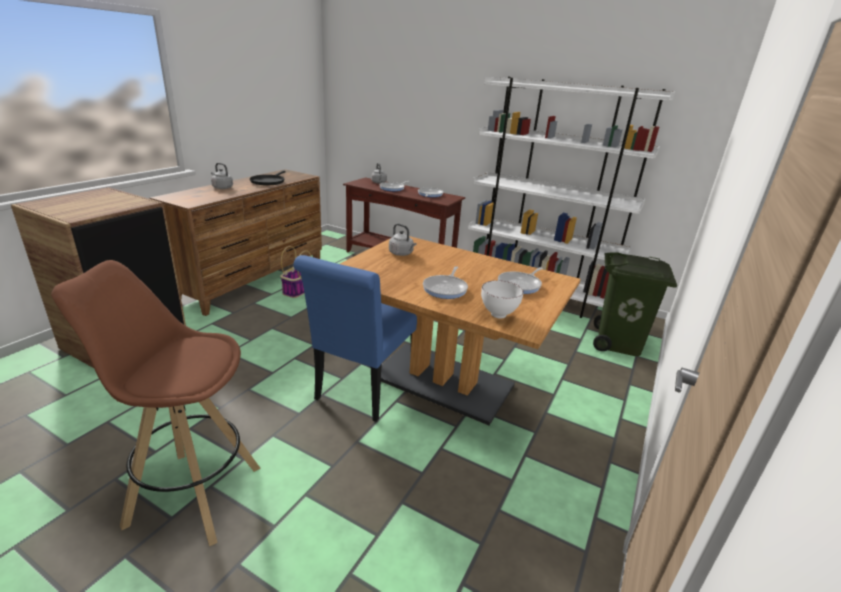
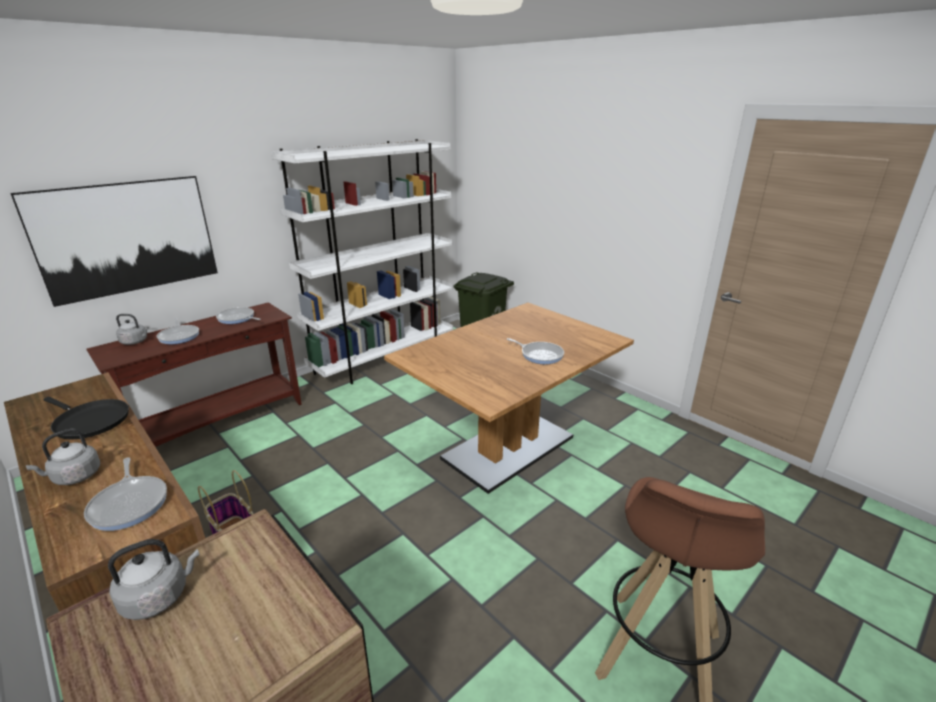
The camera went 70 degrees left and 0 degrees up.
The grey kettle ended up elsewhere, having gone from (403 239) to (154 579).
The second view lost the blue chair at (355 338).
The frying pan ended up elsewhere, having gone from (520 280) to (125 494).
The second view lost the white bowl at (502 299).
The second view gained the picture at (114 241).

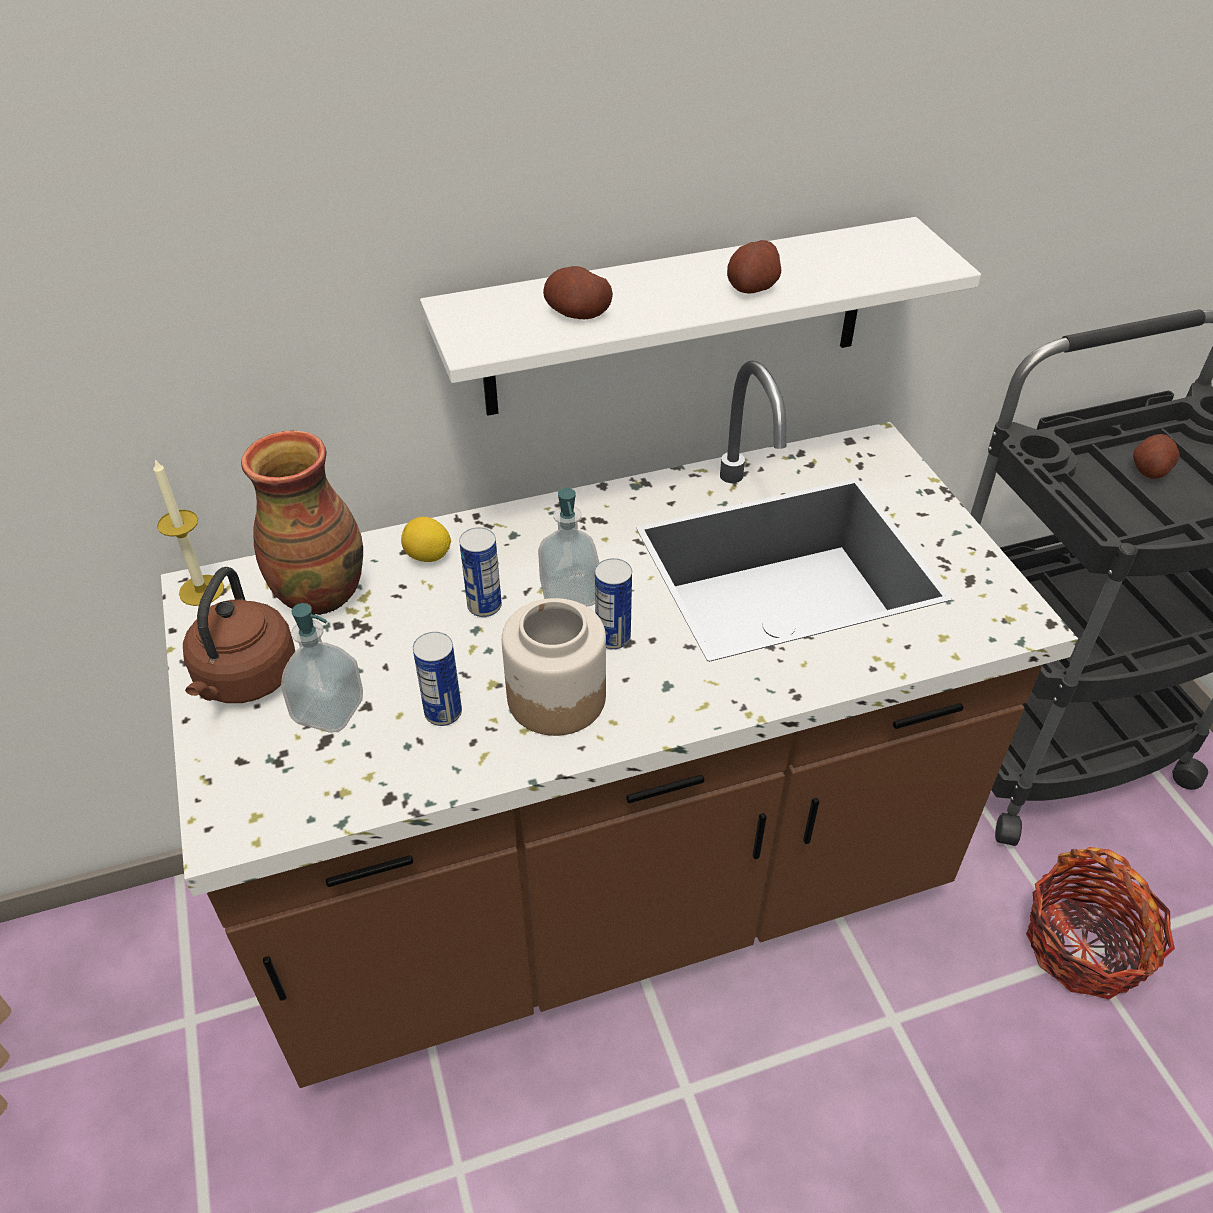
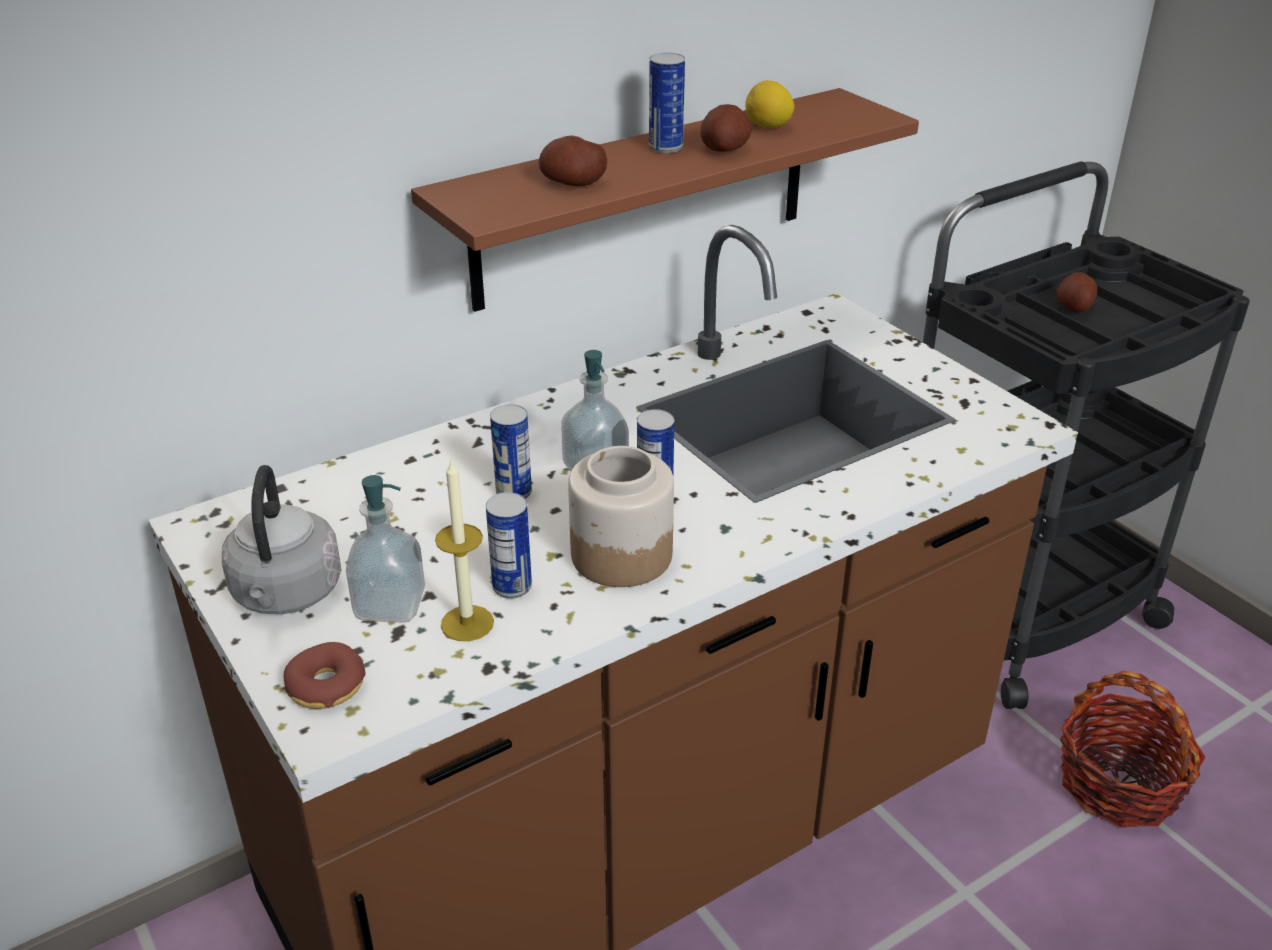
The camera went 15 degrees left and 10 degrees down.
What was the white shelf at (700 316) turned into the brown shelf at (665 200).
The second view lost the vase at (302 522).
The candle ended up elsewhere, having gone from (188 532) to (464 551).
The lemon ended up elsewhere, having gone from (426 539) to (769 104).
What was the brown kettle at (239 635) turned into the grey kettle at (281 539).
The second view gained the can at (667 103).
The second view gained the donut at (325 675).

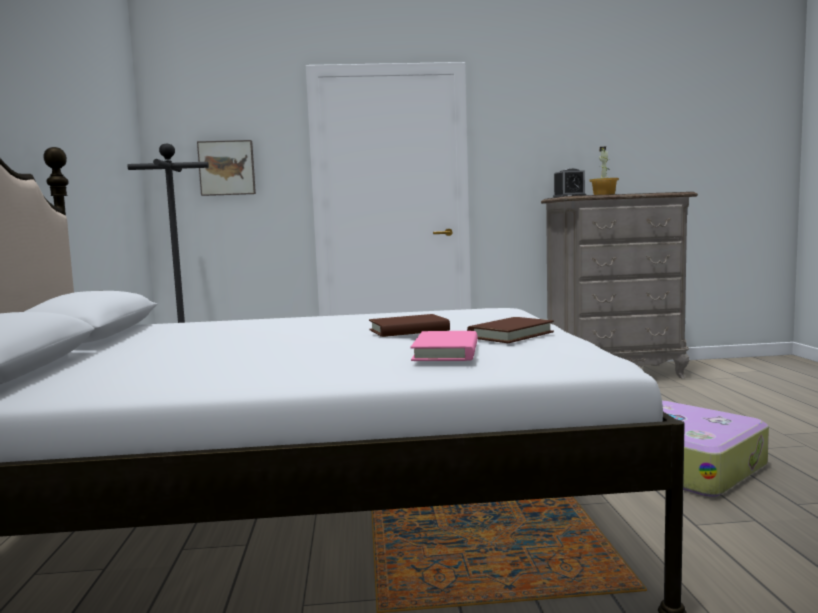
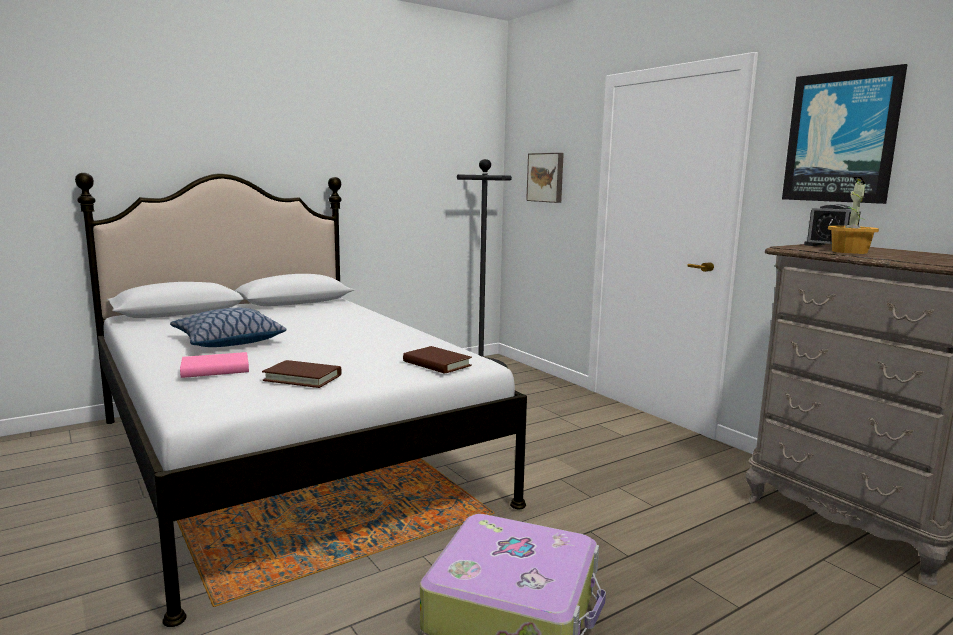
The camera went 60 degrees right and 5 degrees up.
The brown book ended up elsewhere, having gone from (409 325) to (437 360).
The second view gained the picture at (845 134).
The second view gained the pillow at (228 327).

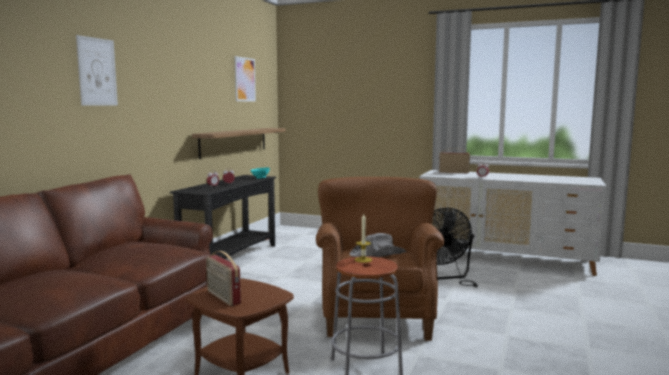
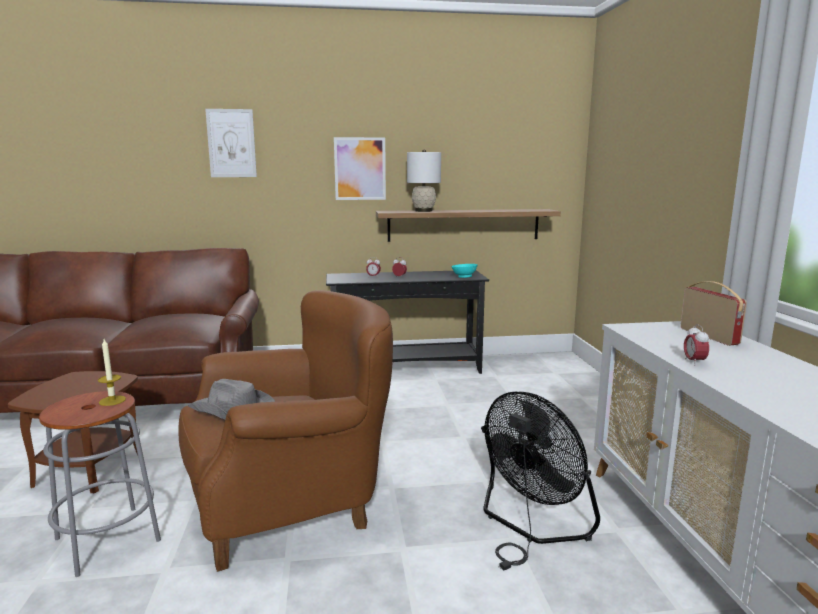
The camera went 60 degrees right and 5 degrees up.
The picture ended up elsewhere, having gone from (245 79) to (360 168).
The second view lost the radio at (223 278).
The second view gained the white table lamp at (424 180).

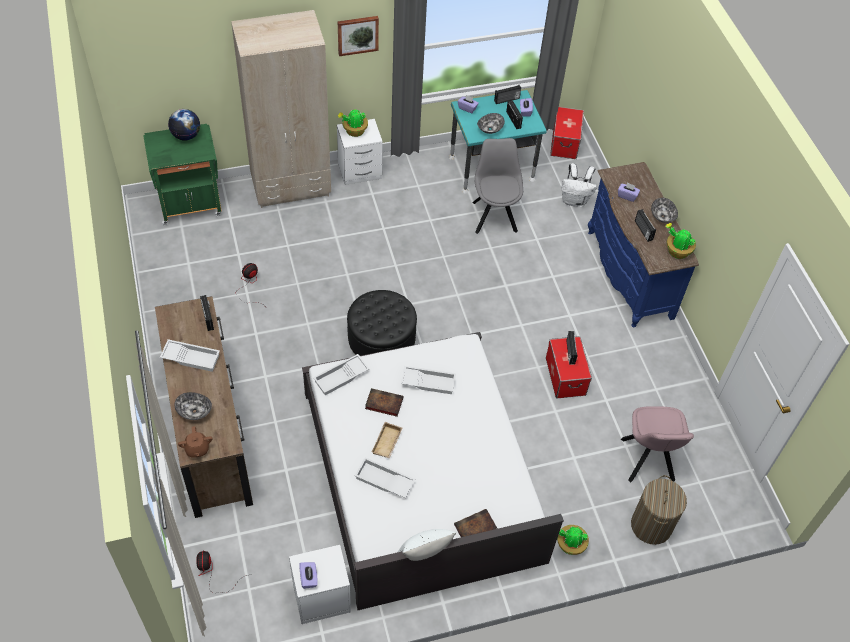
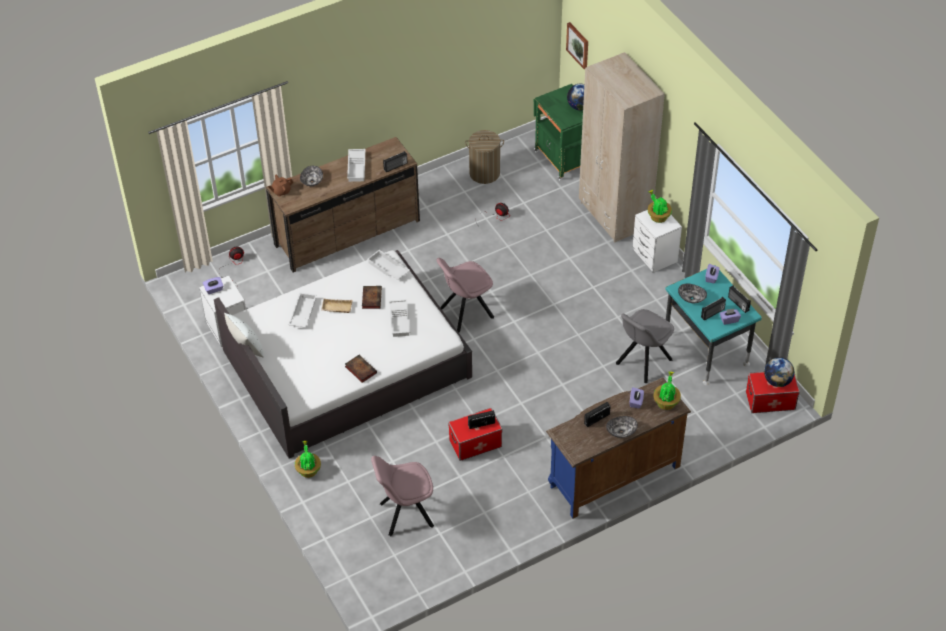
The camera went 80 degrees right and 5 degrees down.
The picture ended up elsewhere, having gone from (358 36) to (577 45).
The grey chair at (497 186) ended up facing another way, 150 degrees clockwise from before.
The second view lost the white backpack at (579 185).
The potted plant ended up elsewhere, having gone from (681 241) to (667 390).
Where the black ottoman stood at (382 323), the pink chair came to stand at (465 295).
The laundry basket ended up elsewhere, having gone from (659 510) to (484 157).
The book ended up elsewhere, having gone from (475 523) to (361 369).
The second view gained the globe at (779 372).

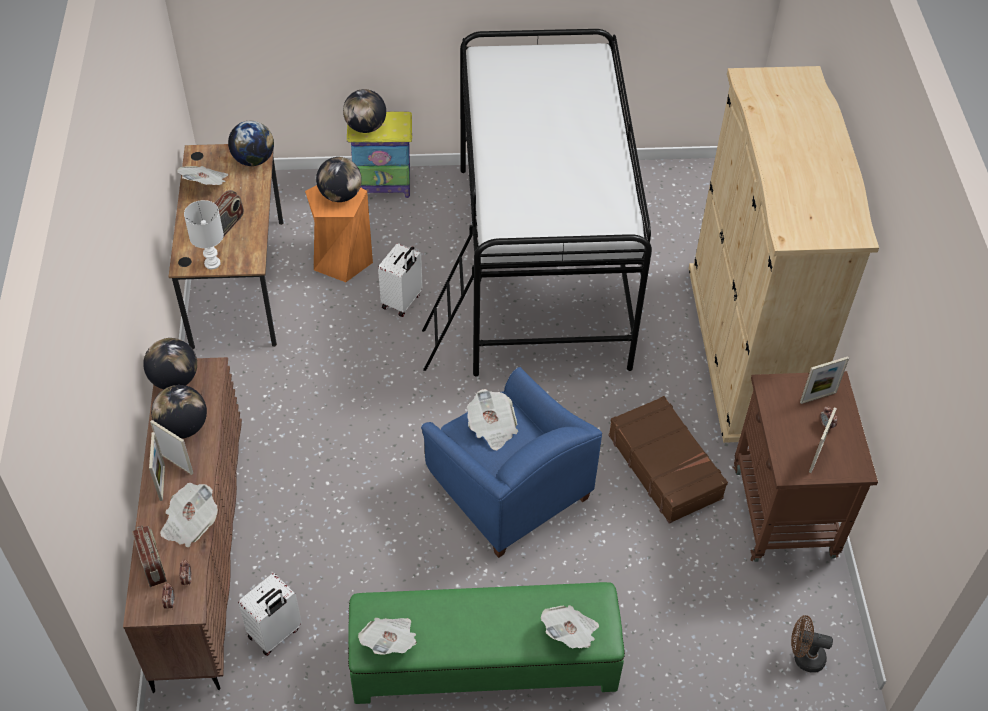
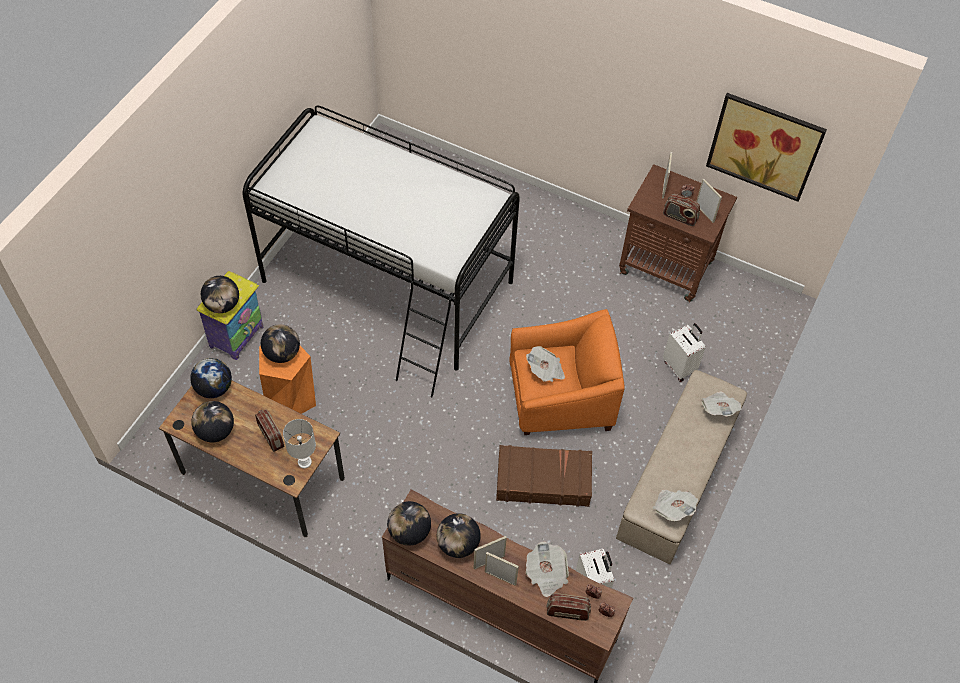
The camera went 60 degrees left and 5 degrees up.
The second view lost the beige wardrobe at (783 254).
Where the newspaper stood at (202 175), the globe came to stand at (212 421).
The white suitcase ended up elsewhere, having gone from (400 280) to (684 352).
What was the blue armchair at (511 462) turned into the orange armchair at (567 372).
The brown suitcase ended up elsewhere, having gone from (668 460) to (544 476).
What was the green bench at (486 643) turned into the beige bench at (681 467).
The second view lost the brown fan at (812 644).
The second view gained the picture at (766 147).
The second view gained the radio at (681 210).

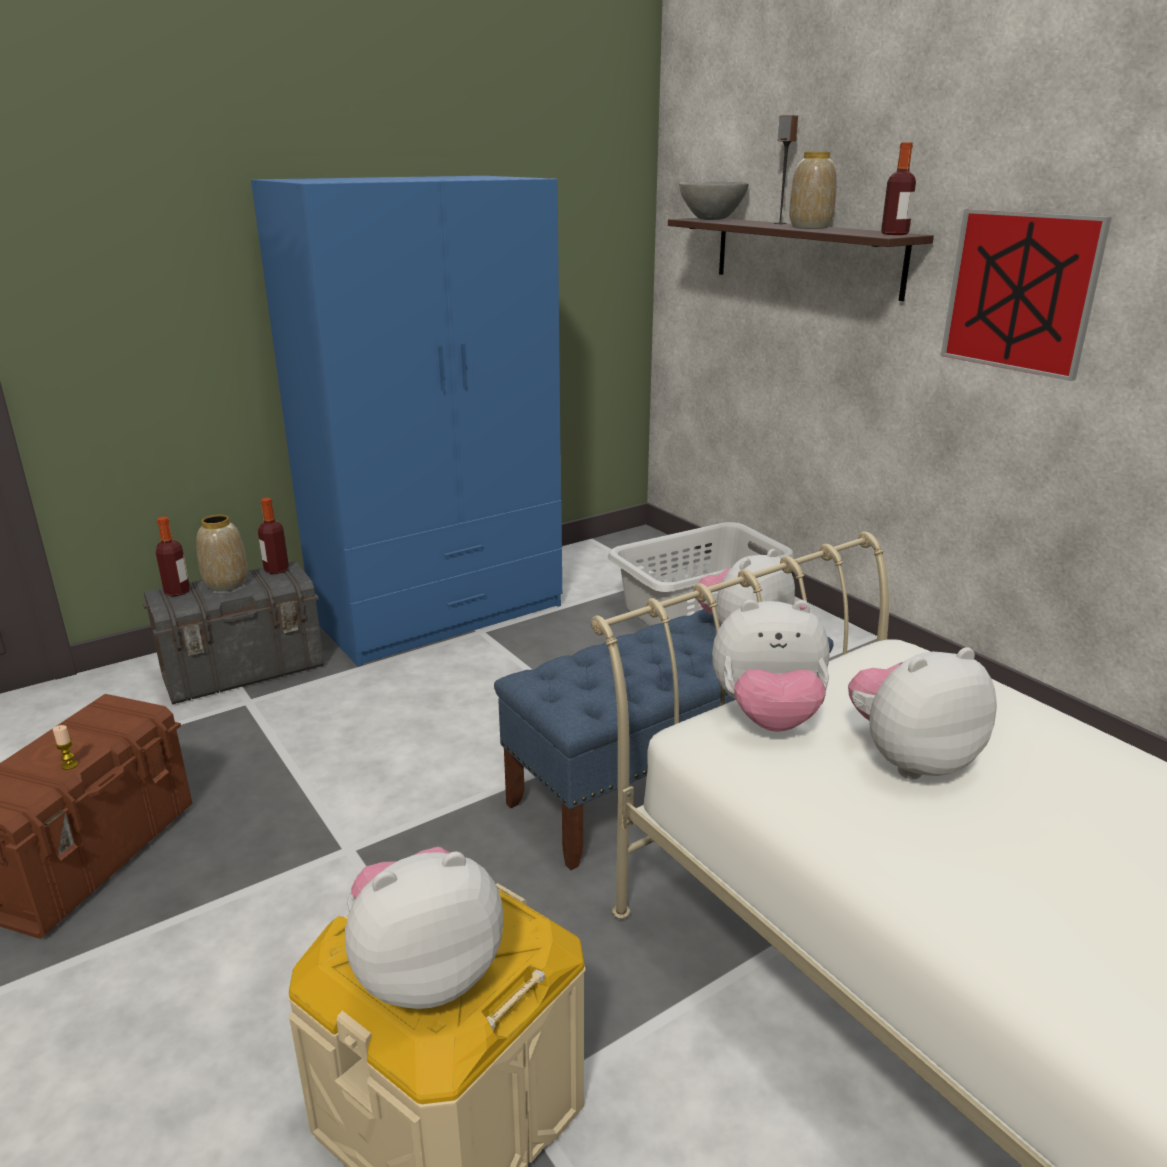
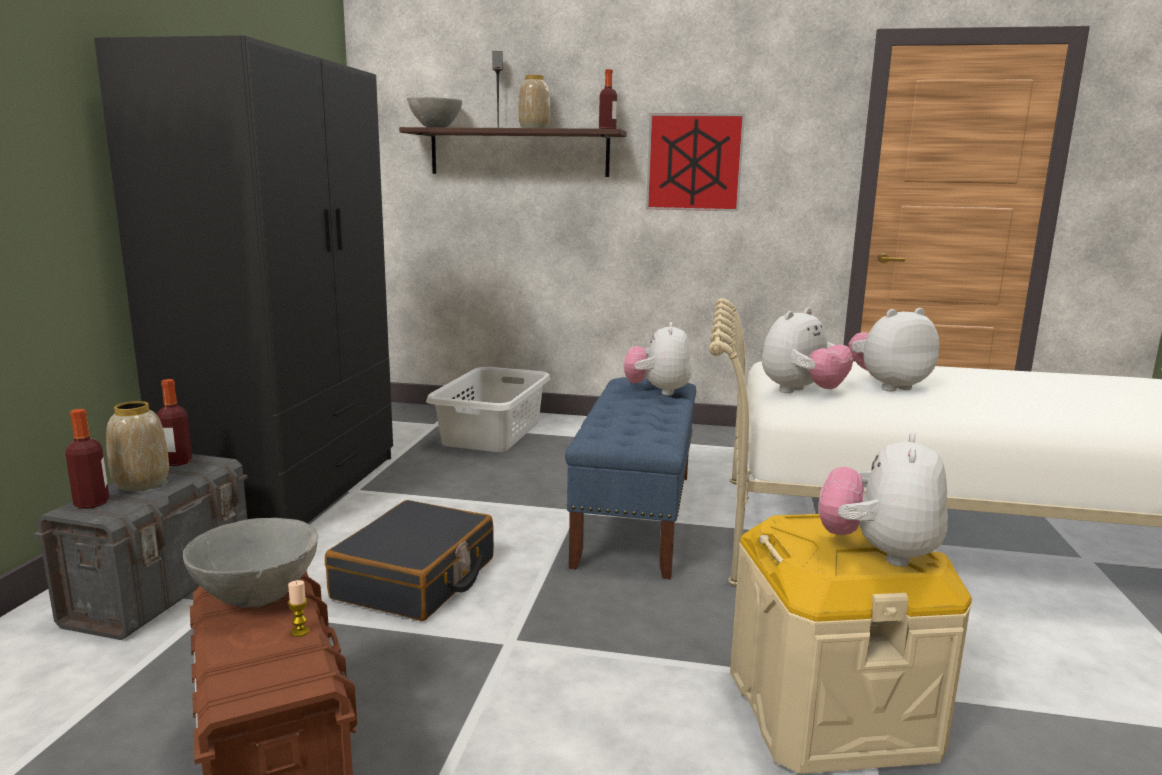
The camera went 45 degrees left and 10 degrees down.
What was the blue wardrobe at (406 421) turned into the black wardrobe at (243 279).
The plush toy at (922 713) ended up facing another way, 45 degrees clockwise from before.
The second view gained the black suitcase at (409 560).
The second view gained the grey bowl at (250 563).

